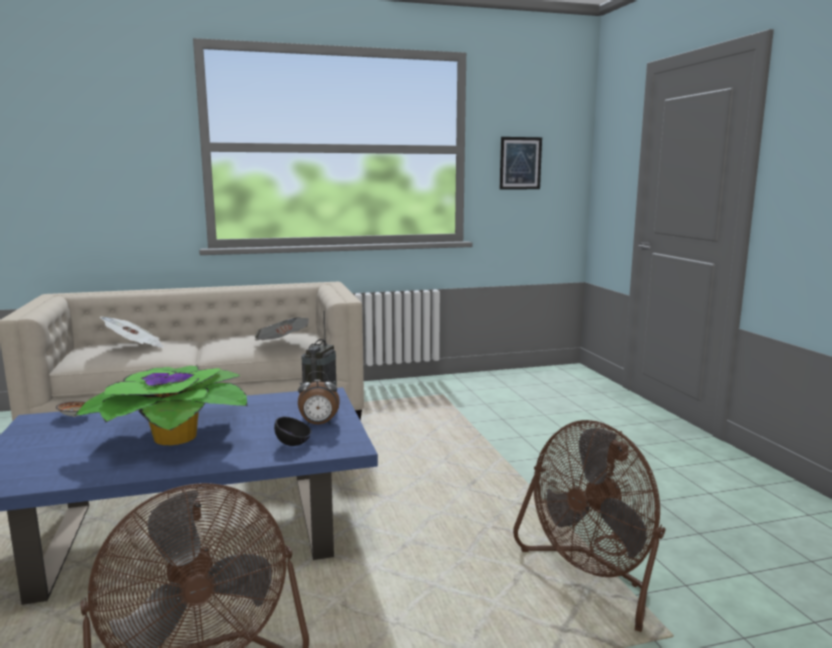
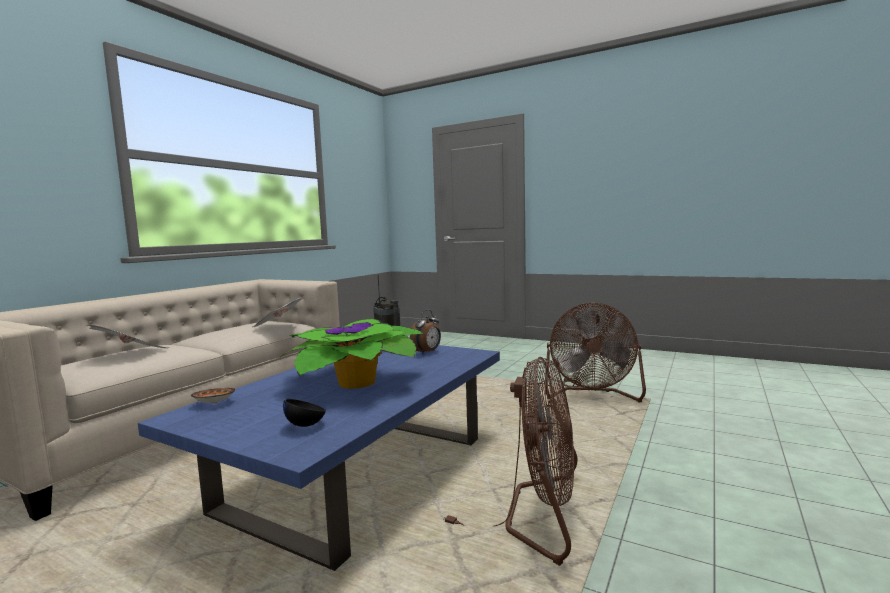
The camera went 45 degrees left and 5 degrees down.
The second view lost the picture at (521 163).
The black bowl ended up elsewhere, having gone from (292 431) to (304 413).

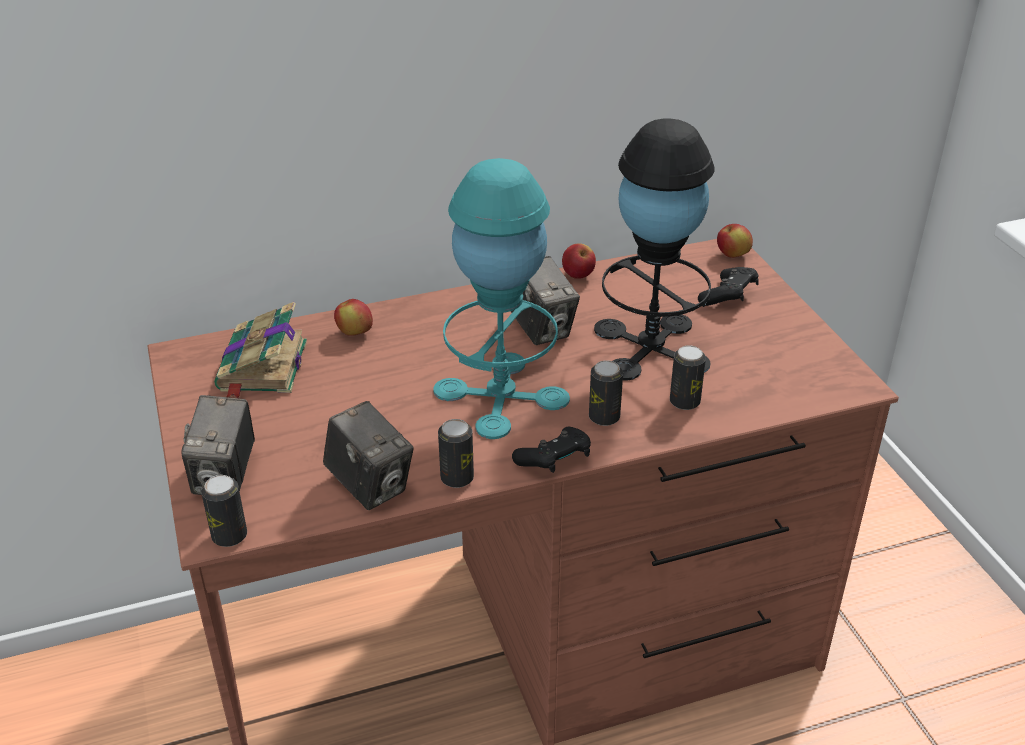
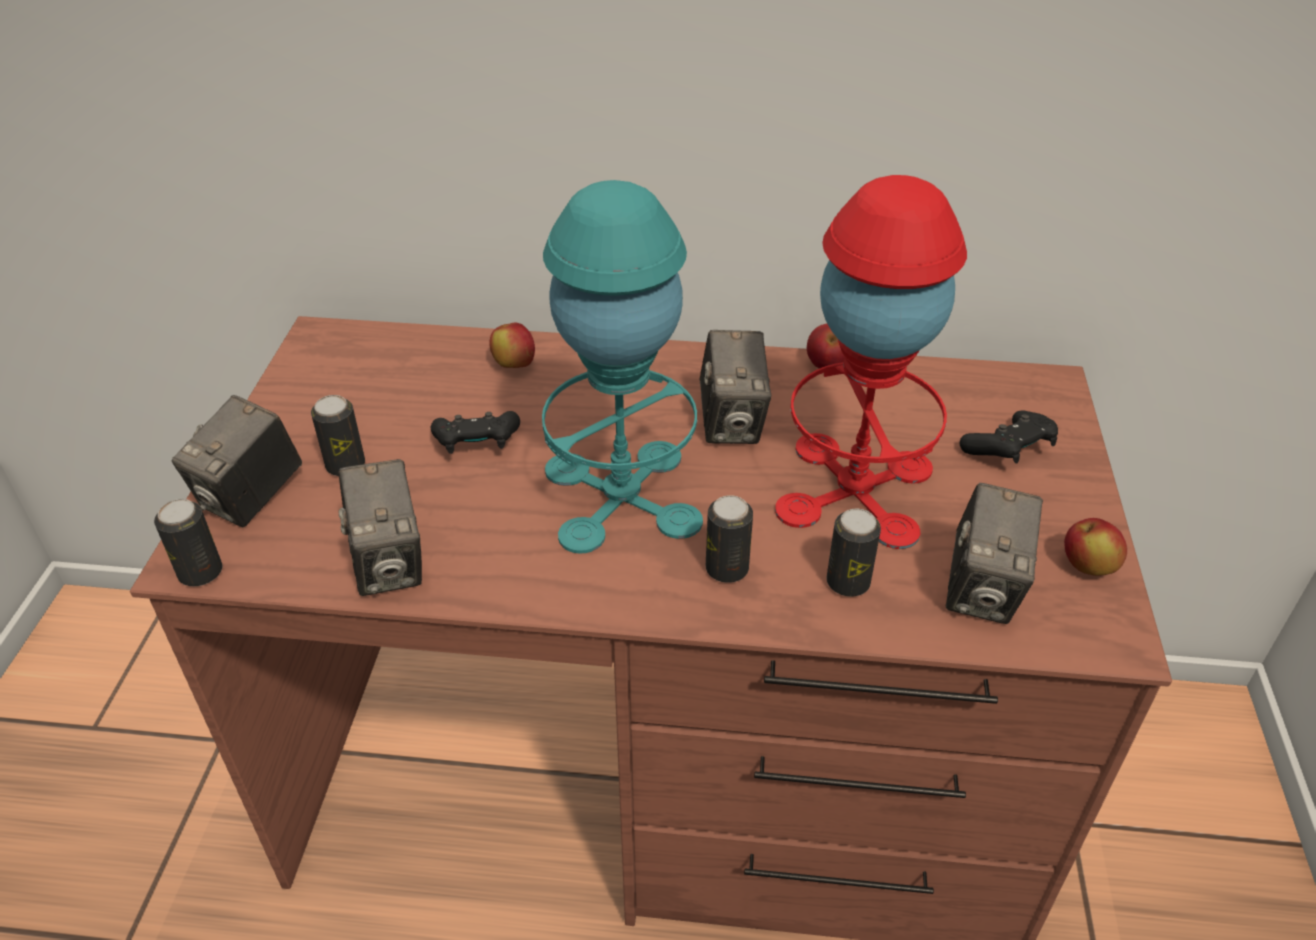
The camera went 25 degrees right and 5 degrees up.
What was the black table lamp at (654 249) turned into the red table lamp at (871 362).
The apple ended up elsewhere, having gone from (735 241) to (1095 547).
The second view lost the book at (260 350).
The can ended up elsewhere, having gone from (456 453) to (338 435).
The black game controller ended up elsewhere, having gone from (551 450) to (475 432).
The second view gained the photo camera at (994 553).

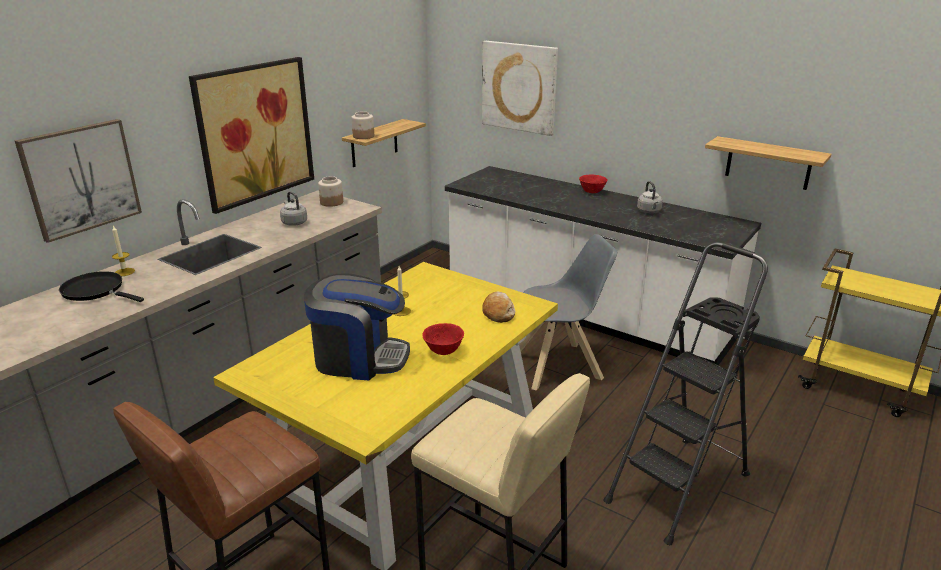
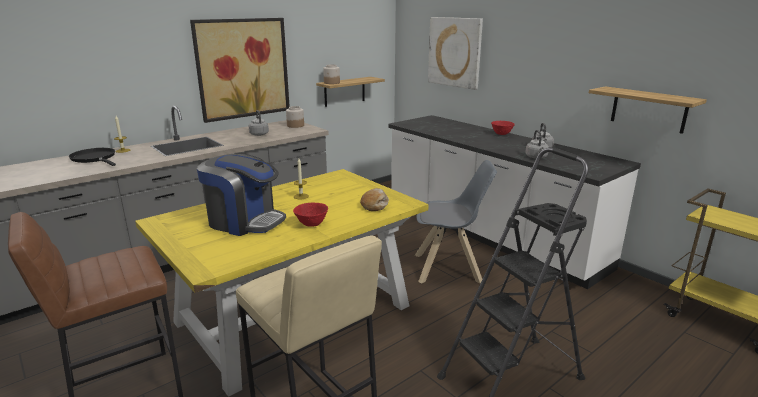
The camera went 15 degrees right and 5 degrees down.
The second view lost the picture at (78 181).
The second view gained the grey kettle at (537 144).

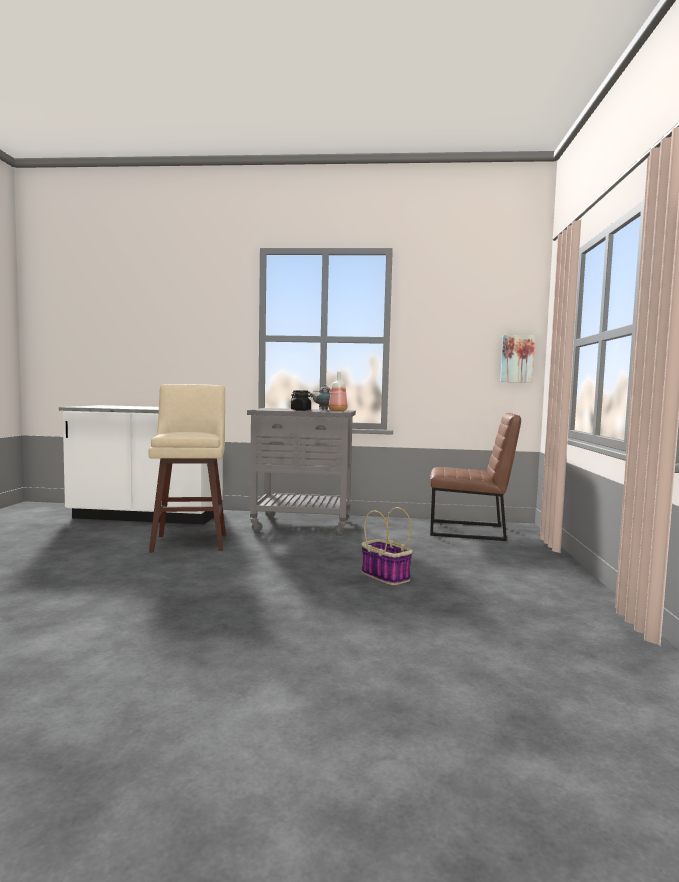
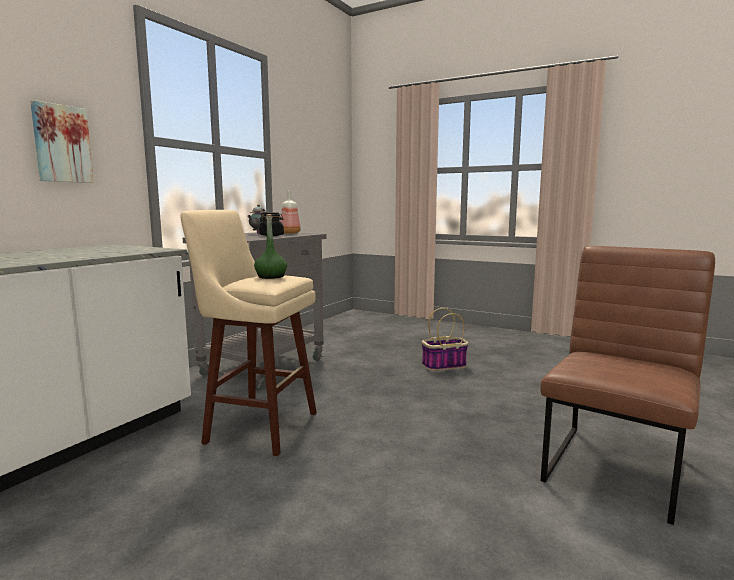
The camera went 65 degrees left and 5 degrees up.
The picture ended up elsewhere, having gone from (517 359) to (62 141).
The brown chair ended up elsewhere, having gone from (475 477) to (627 385).
The second view gained the green bottle at (270 246).

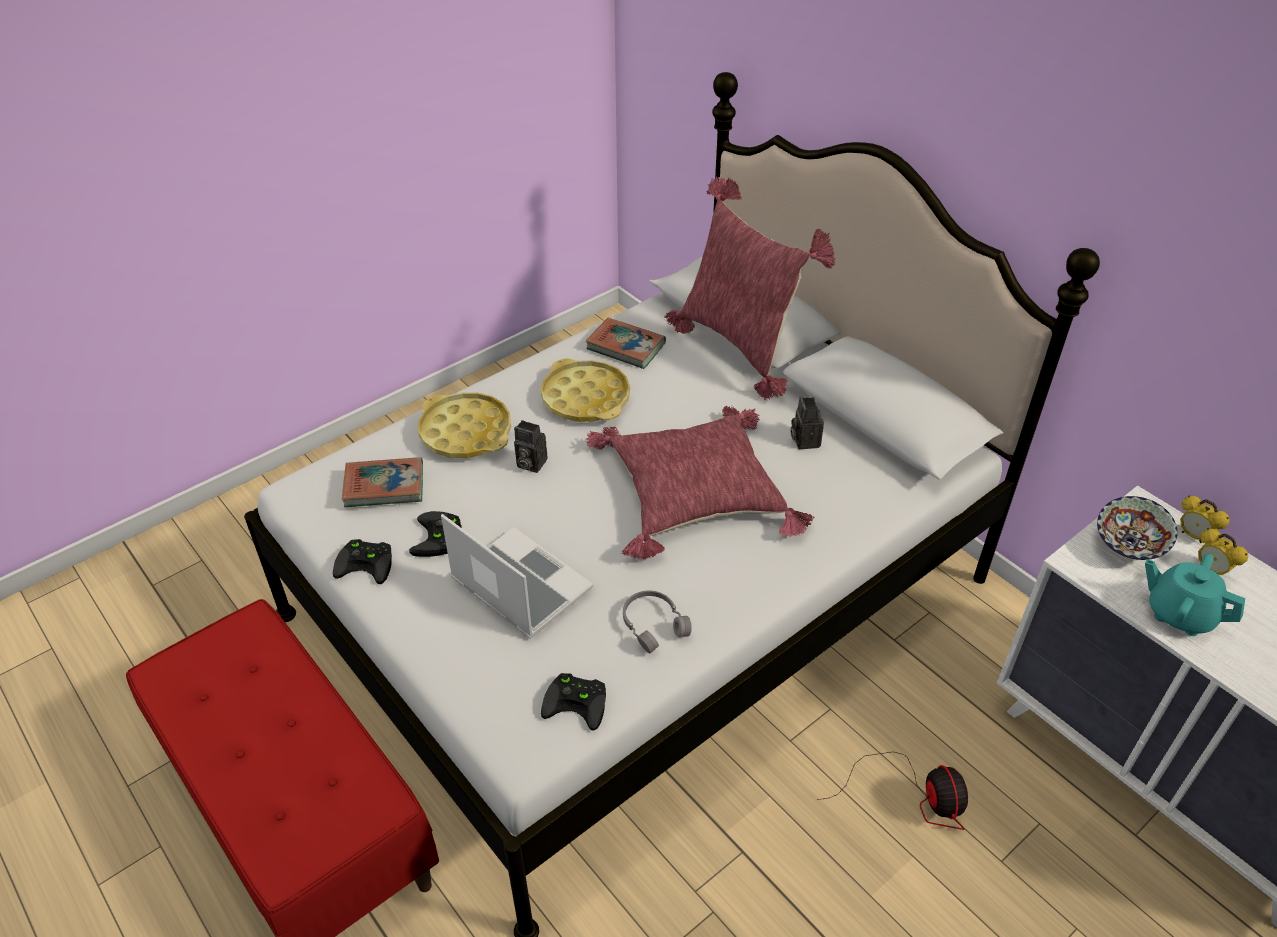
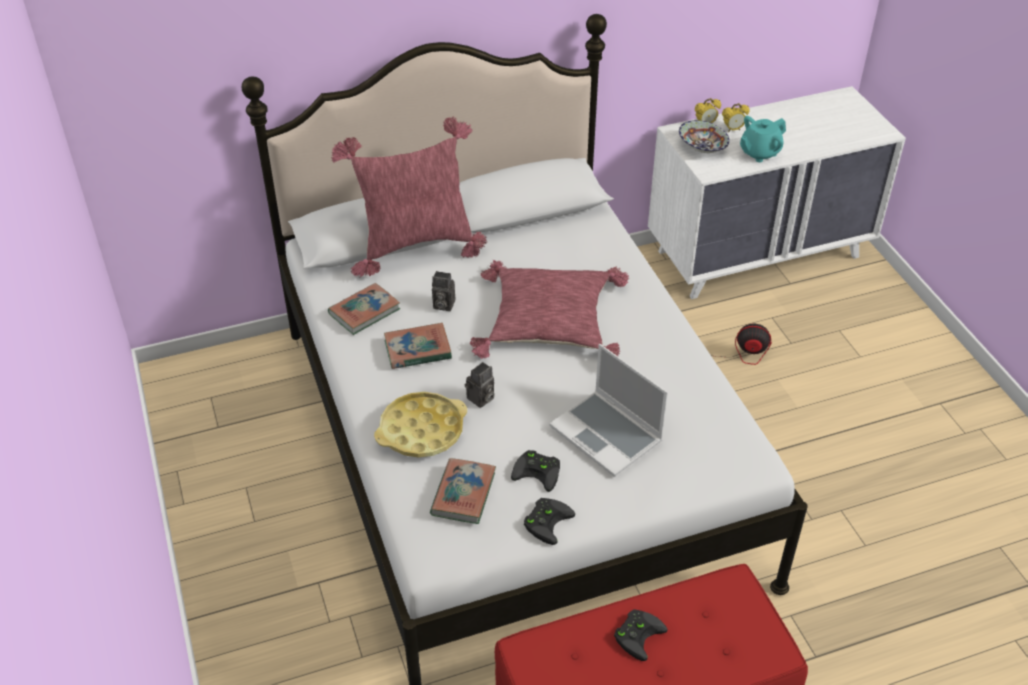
The camera went 70 degrees left and 0 degrees up.
Where the yellow tray stood at (585 390), the book came to stand at (418 346).
The photo camera ended up elsewhere, having gone from (807 422) to (443 291).
The laptop at (517 576) ended up facing another way, 105 degrees counterclockwise from before.
The second view lost the grey headphones at (657 622).
The black game controller ended up elsewhere, having gone from (573 702) to (641 635).

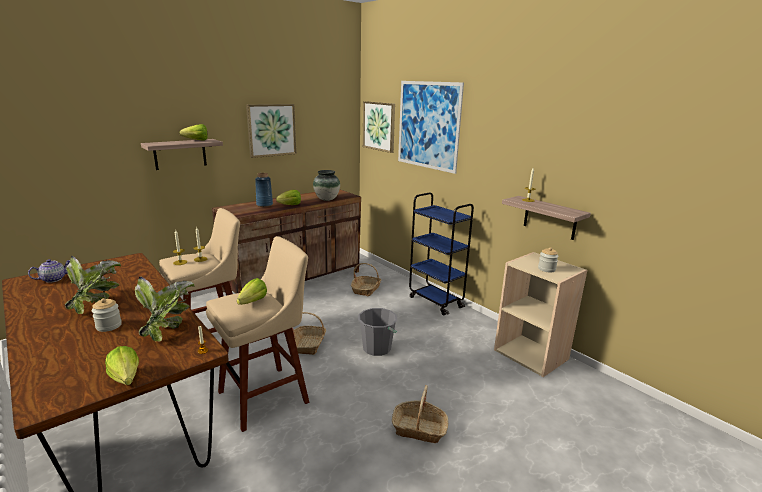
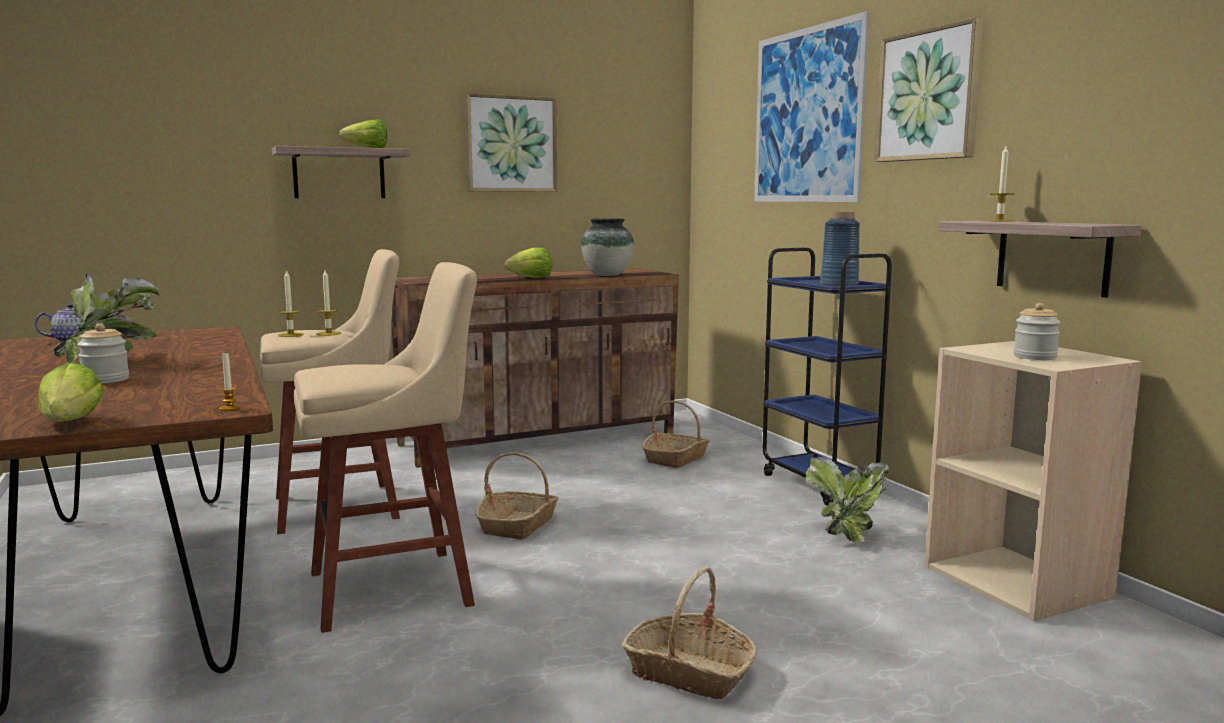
The camera went 15 degrees right and 10 degrees down.
The picture ended up elsewhere, having gone from (379 127) to (929 89).
The blue vase ended up elsewhere, having gone from (264 190) to (840 249).
The potted plant ended up elsewhere, having gone from (164 309) to (847 498).
The second view lost the lettuce at (252 291).
The second view lost the grey bucket at (378 332).

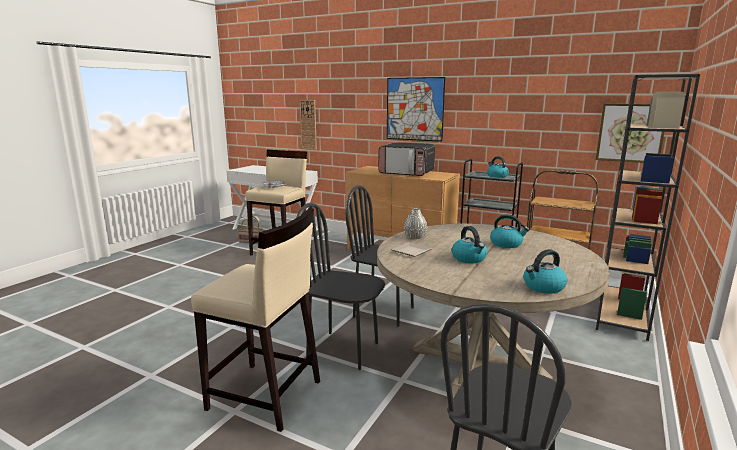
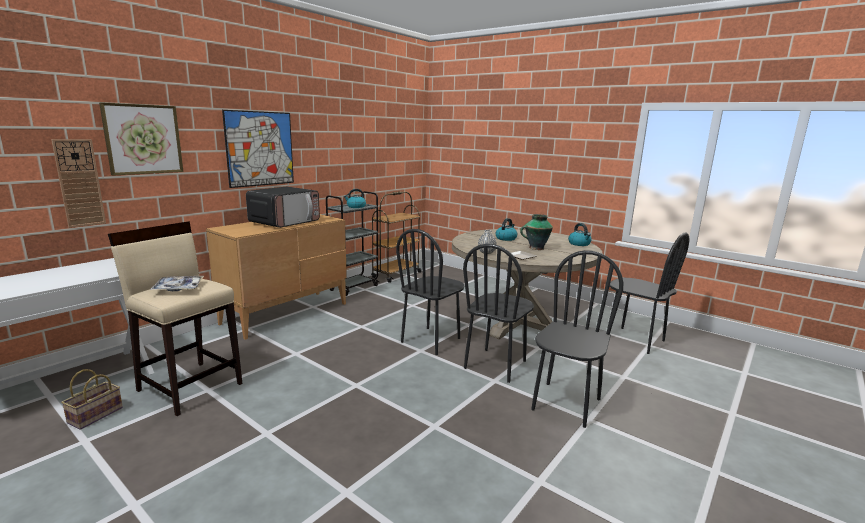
The camera went 80 degrees left and 0 degrees up.
The second view lost the bookcase at (648 207).
The picture ended up elsewhere, having gone from (630 133) to (141 139).
Where the beige stool stood at (255 320), the black chair came to stand at (577 339).
Where the kettle stood at (469 244), the vase came to stand at (536 232).

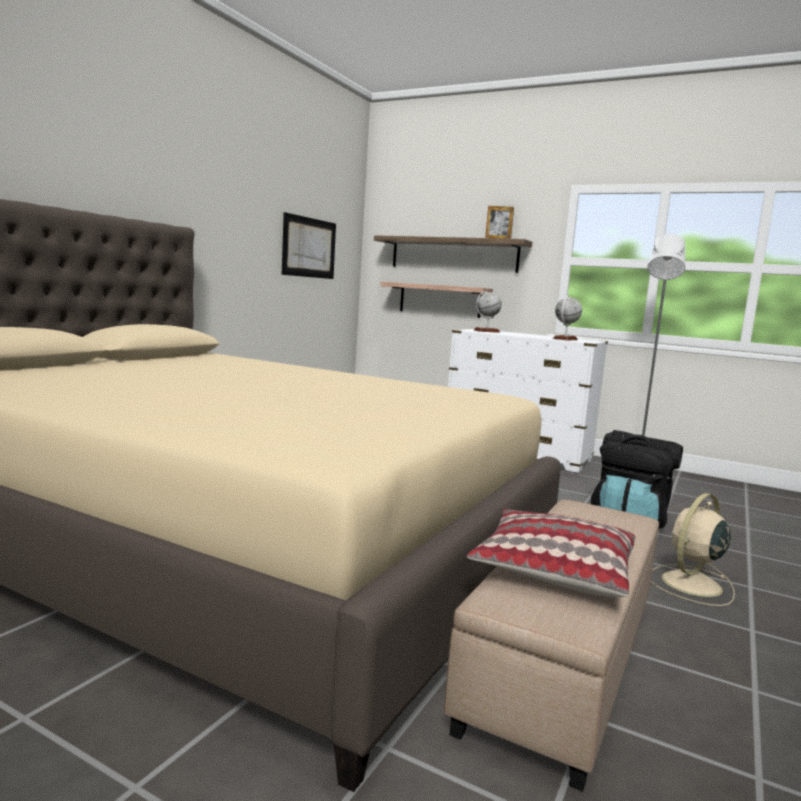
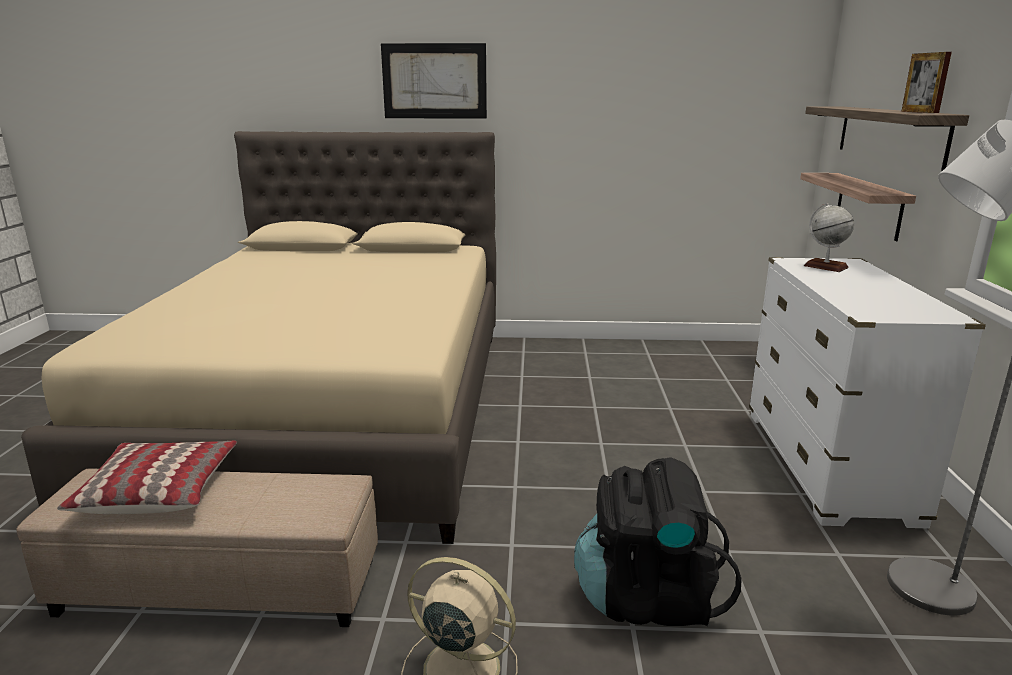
The camera went 65 degrees right and 10 degrees up.
The picture ended up elsewhere, having gone from (309 245) to (434 80).
The second view lost the globe at (567 318).

